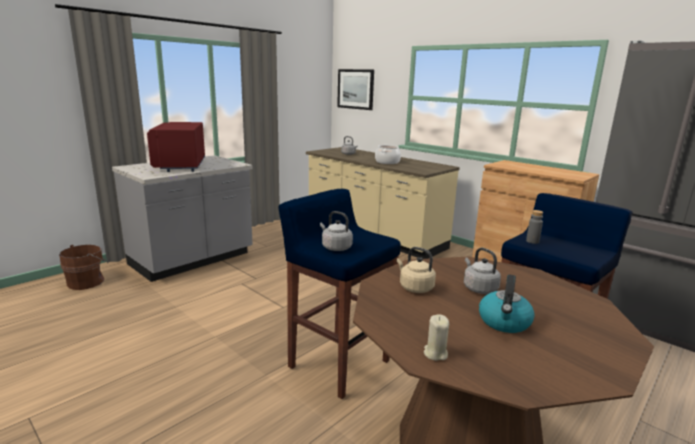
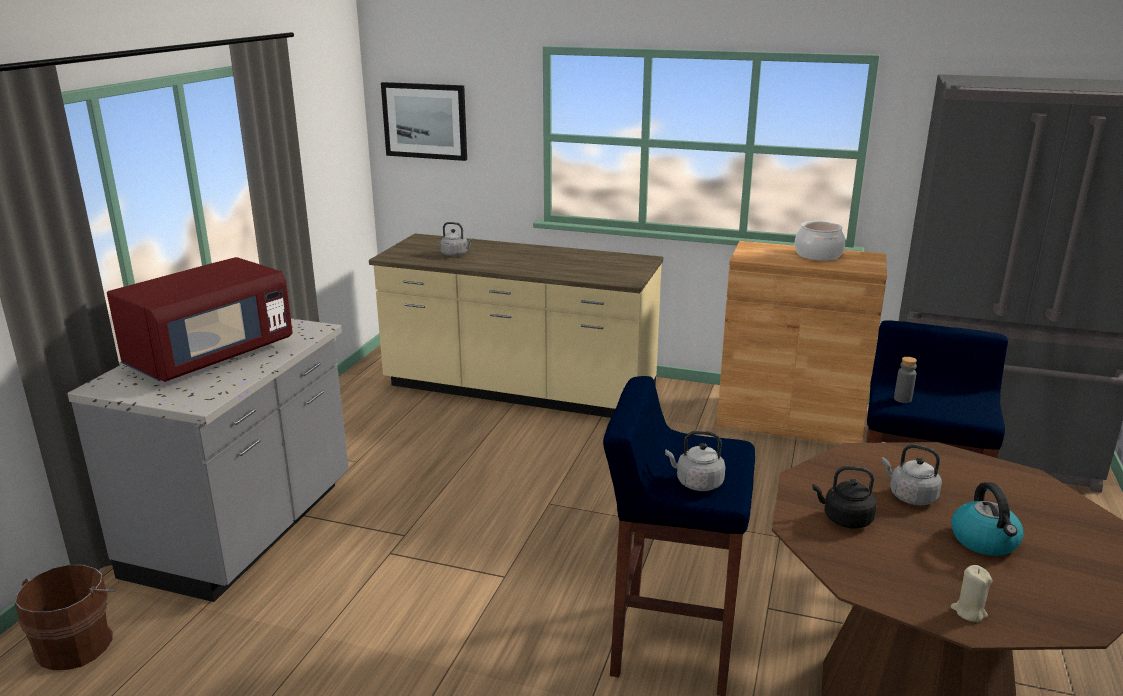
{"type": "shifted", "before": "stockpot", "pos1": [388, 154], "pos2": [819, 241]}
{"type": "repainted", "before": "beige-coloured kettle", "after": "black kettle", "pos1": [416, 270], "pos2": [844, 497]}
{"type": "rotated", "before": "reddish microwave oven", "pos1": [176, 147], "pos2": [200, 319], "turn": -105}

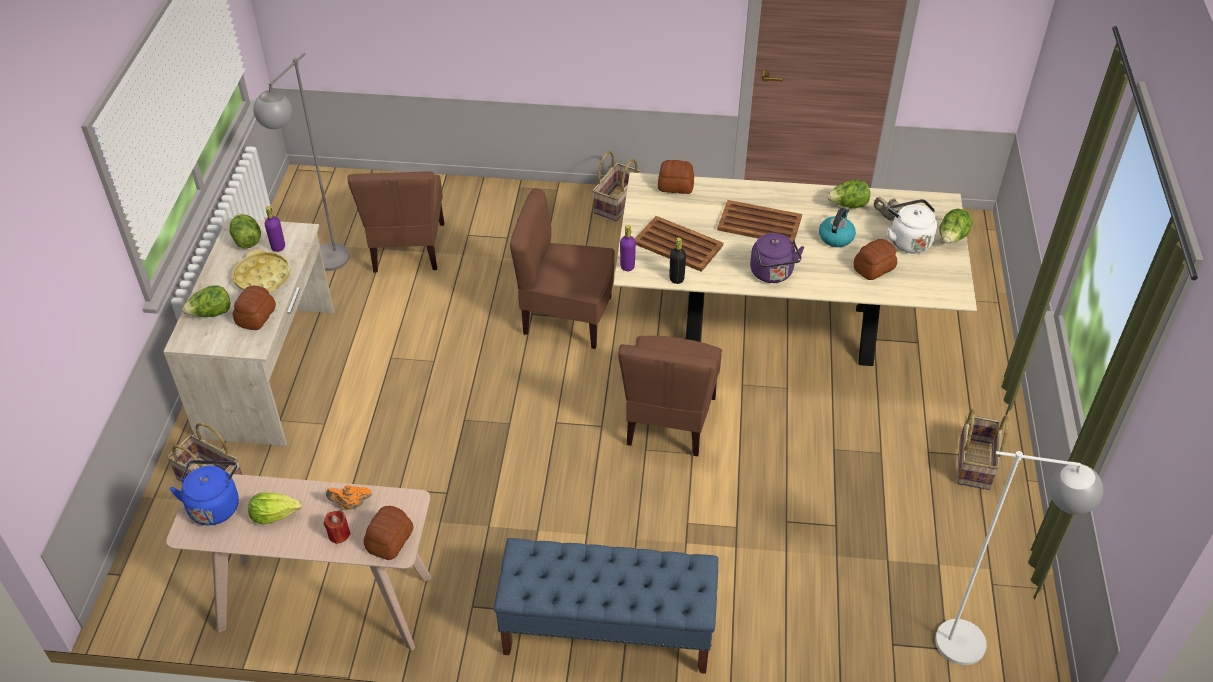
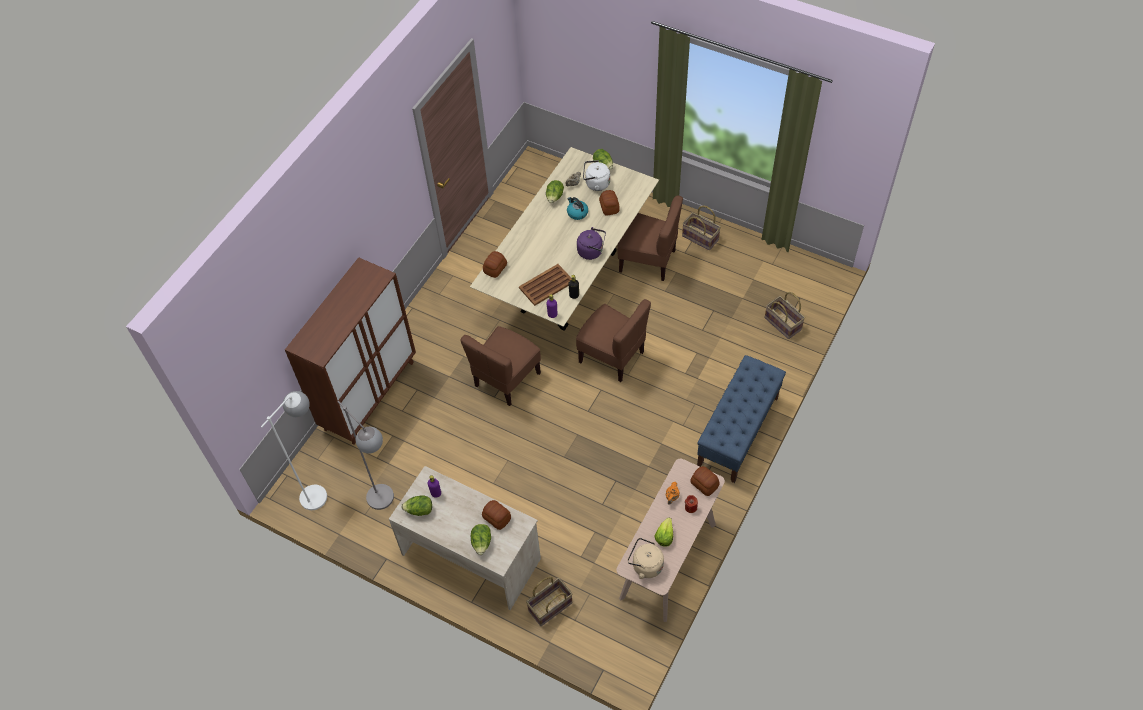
{"type": "gone", "before": "yellow-coloured tray", "pos1": [261, 271]}
{"type": "gone", "before": "brownish tray", "pos1": [759, 221]}
{"type": "new", "after": "brownish storage cabinet", "pos2": [350, 350]}
{"type": "shifted", "before": "brownish upright chair", "pos1": [396, 222], "pos2": [650, 238]}
{"type": "shifted", "before": "basket", "pos1": [616, 186], "pos2": [785, 315]}
{"type": "shifted", "before": "white floor lamp", "pos1": [1019, 558], "pos2": [294, 450]}
{"type": "repainted", "before": "blue kettle", "after": "beige-coloured kettle", "pos1": [204, 492], "pos2": [646, 558]}

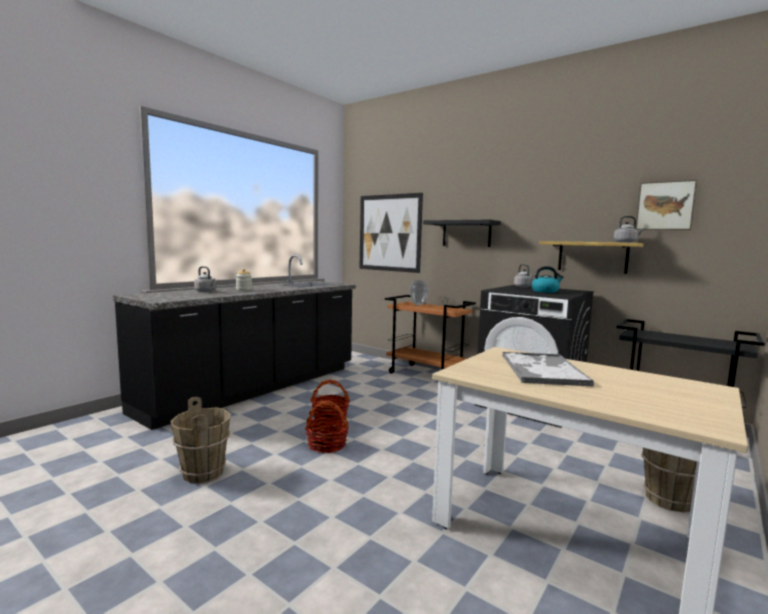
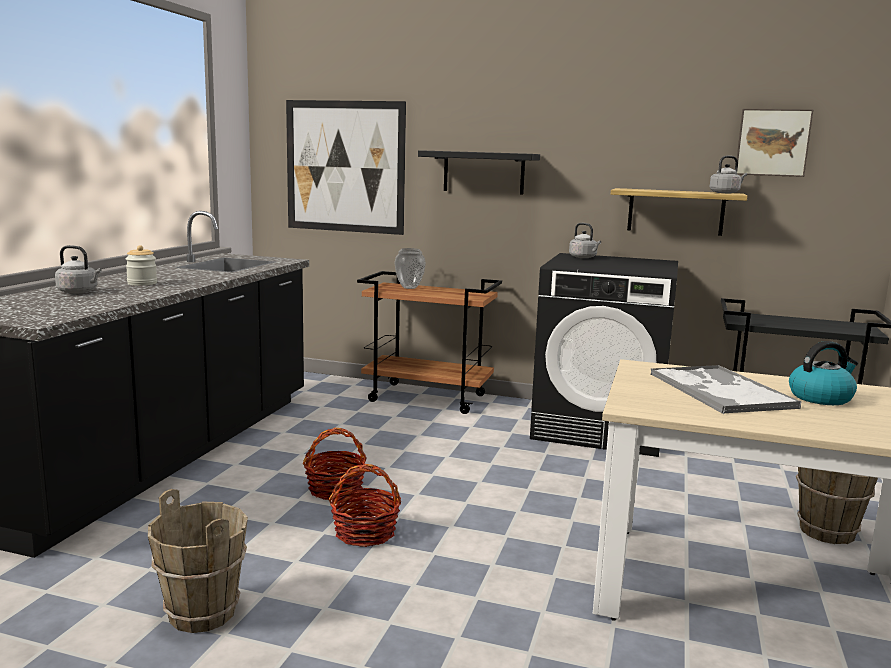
{"type": "shifted", "before": "kettle", "pos1": [547, 279], "pos2": [823, 373]}

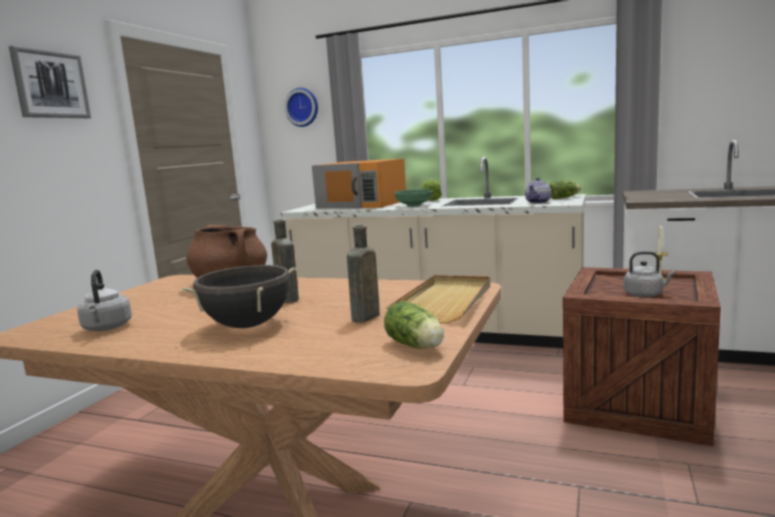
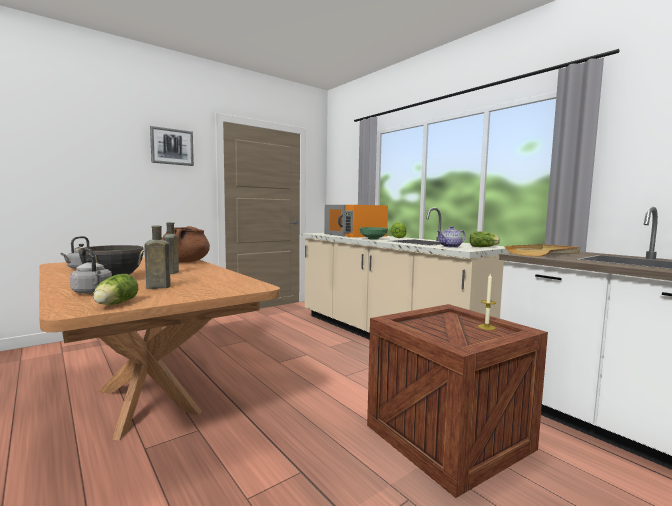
{"type": "gone", "before": "hanging clock", "pos1": [301, 107]}
{"type": "shifted", "before": "beige-coloured tray", "pos1": [438, 299], "pos2": [542, 250]}
{"type": "shifted", "before": "gray kettle", "pos1": [649, 274], "pos2": [91, 271]}

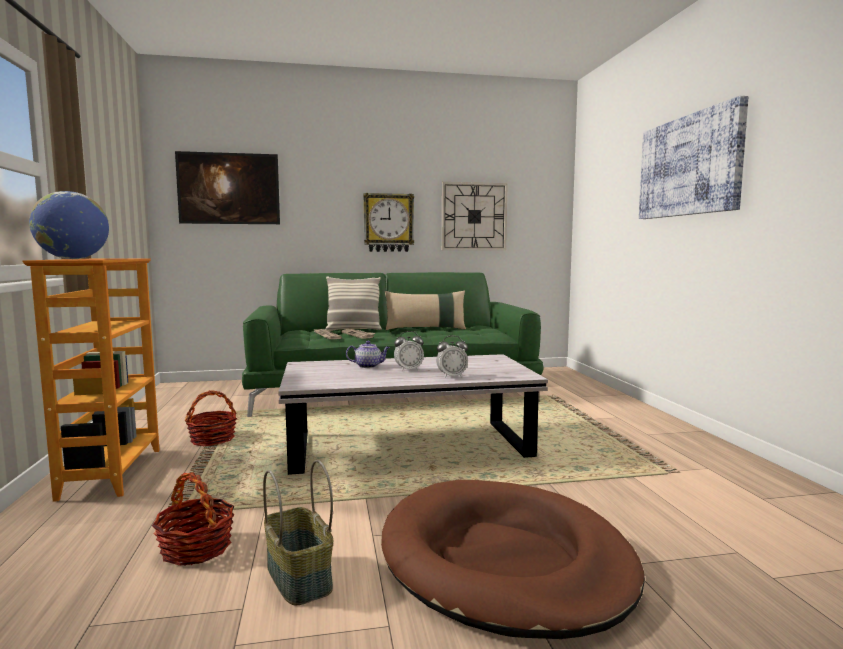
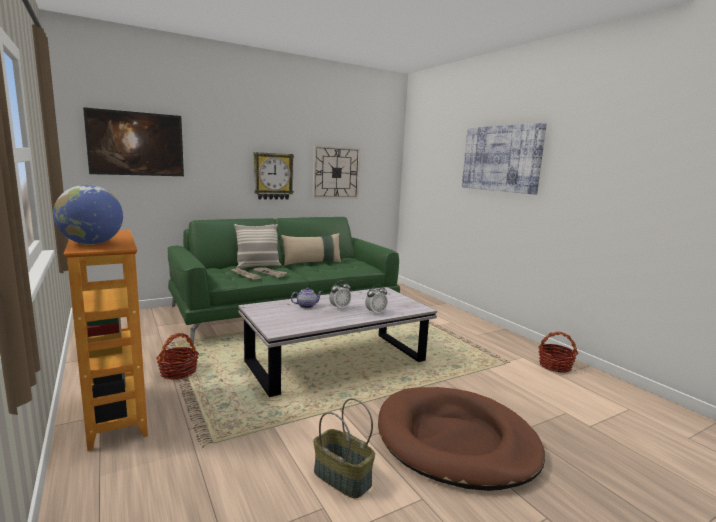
{"type": "shifted", "before": "basket", "pos1": [193, 519], "pos2": [558, 352]}

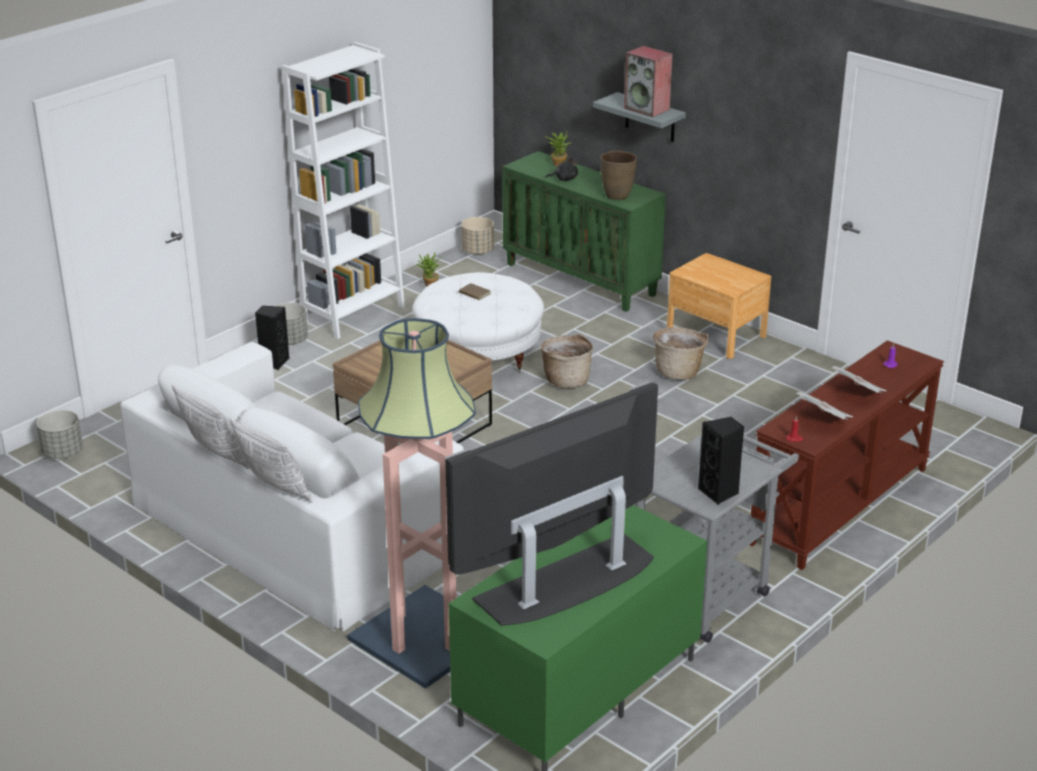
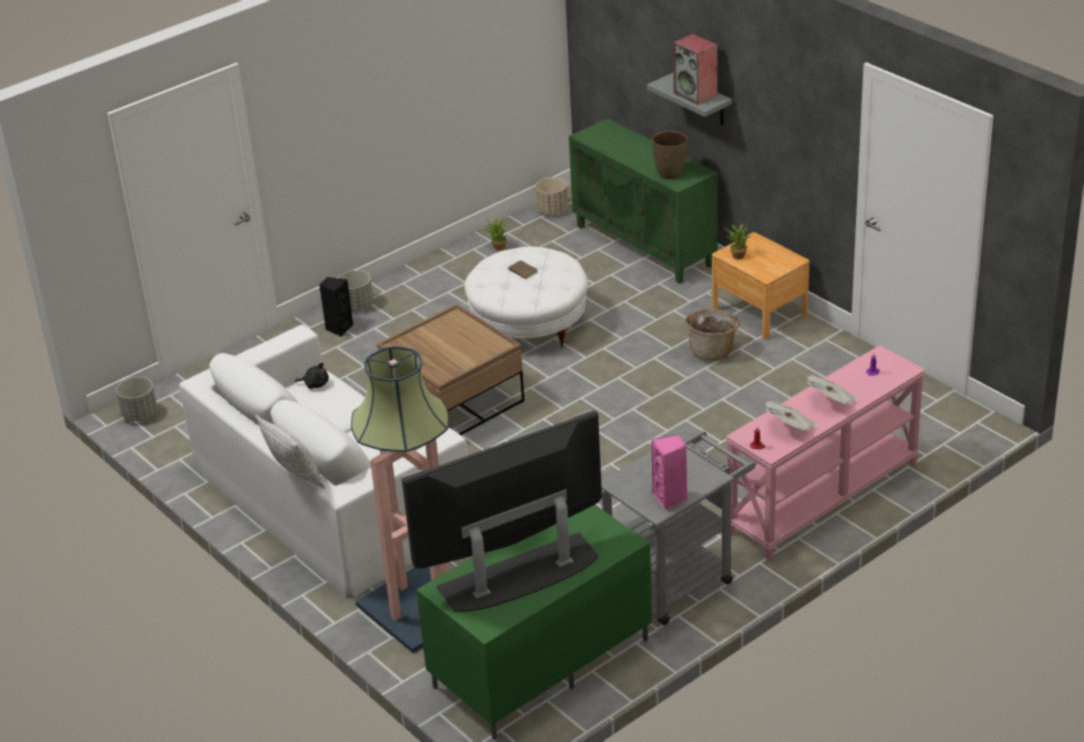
{"type": "gone", "before": "pillow", "pos1": [210, 427]}
{"type": "gone", "before": "white bookcase", "pos1": [343, 190]}
{"type": "gone", "before": "basket", "pos1": [567, 361]}
{"type": "shifted", "before": "potted plant", "pos1": [558, 149], "pos2": [738, 242]}
{"type": "shifted", "before": "black plush toy", "pos1": [562, 169], "pos2": [312, 376]}
{"type": "repainted", "before": "black loudspeaker", "after": "pink-coloured loudspeaker", "pos1": [721, 461], "pos2": [669, 472]}
{"type": "repainted", "before": "brownish hall table", "after": "pink-coloured hall table", "pos1": [847, 455], "pos2": [825, 453]}

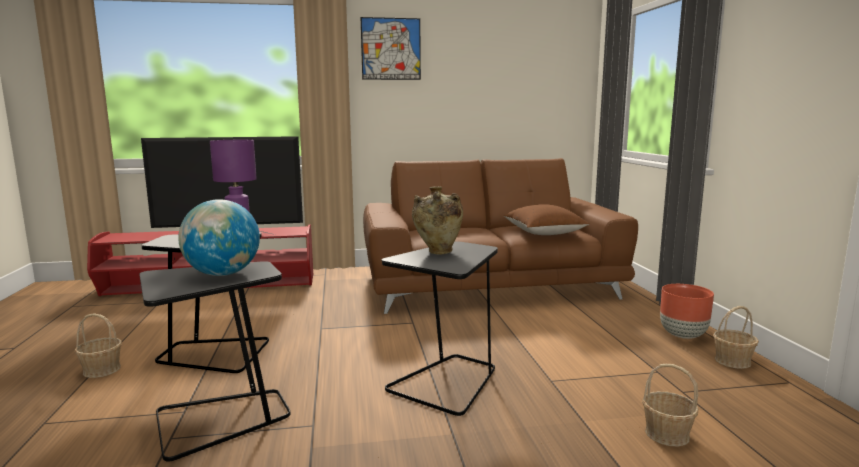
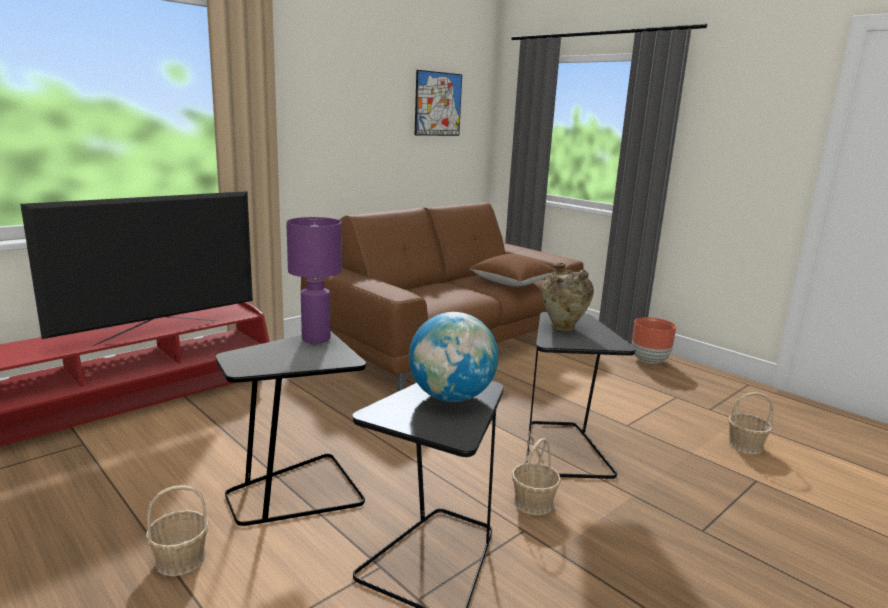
{"type": "shifted", "before": "picture", "pos1": [391, 48], "pos2": [438, 103]}
{"type": "shifted", "before": "basket", "pos1": [736, 337], "pos2": [536, 476]}

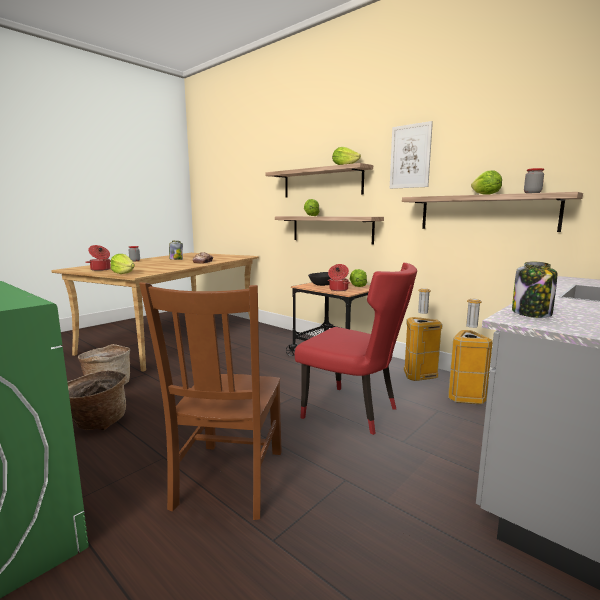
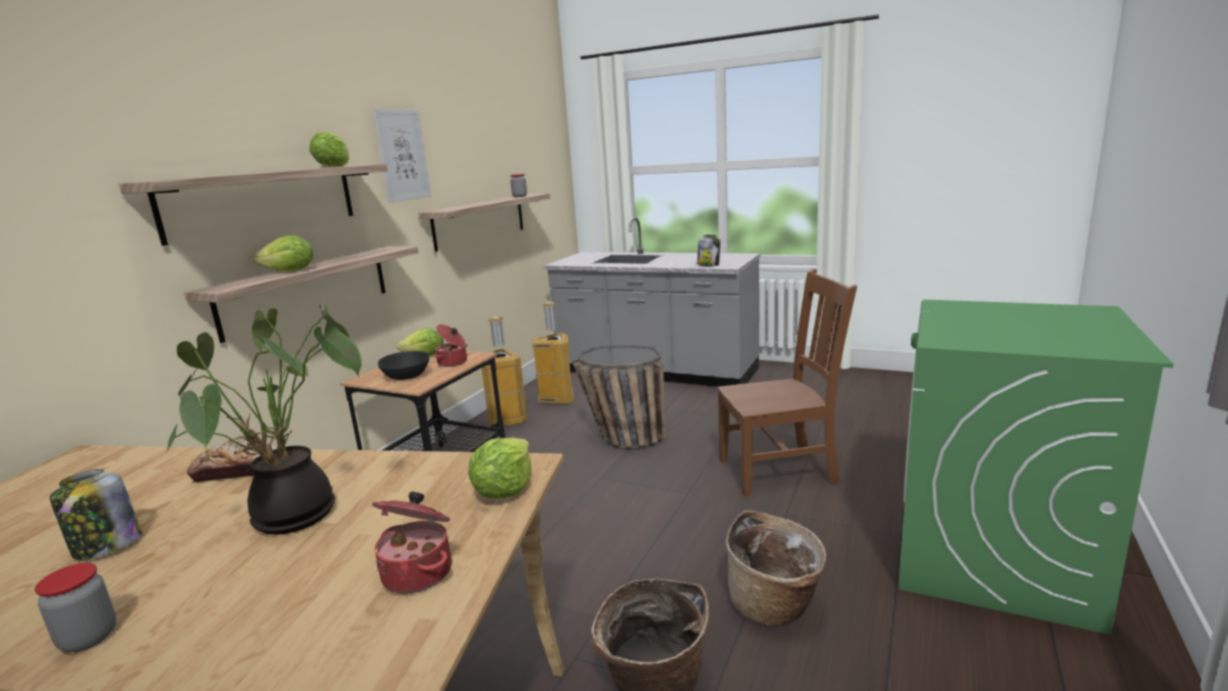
{"type": "gone", "before": "lettuce head", "pos1": [486, 182]}
{"type": "new", "after": "potted plant", "pos2": [263, 420]}
{"type": "swapped", "before": "reddish upright chair", "after": "basket", "pos1": [356, 349], "pos2": [619, 398]}

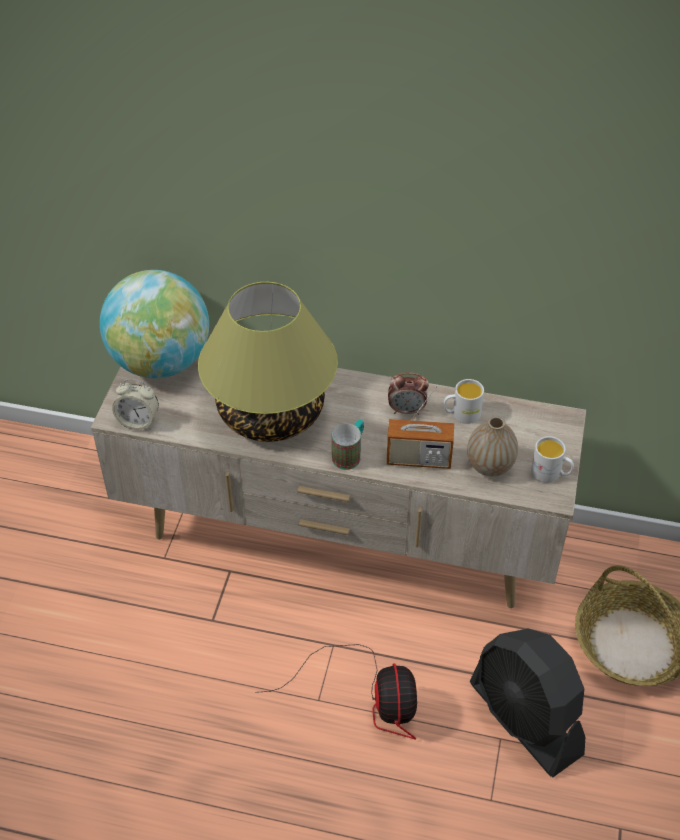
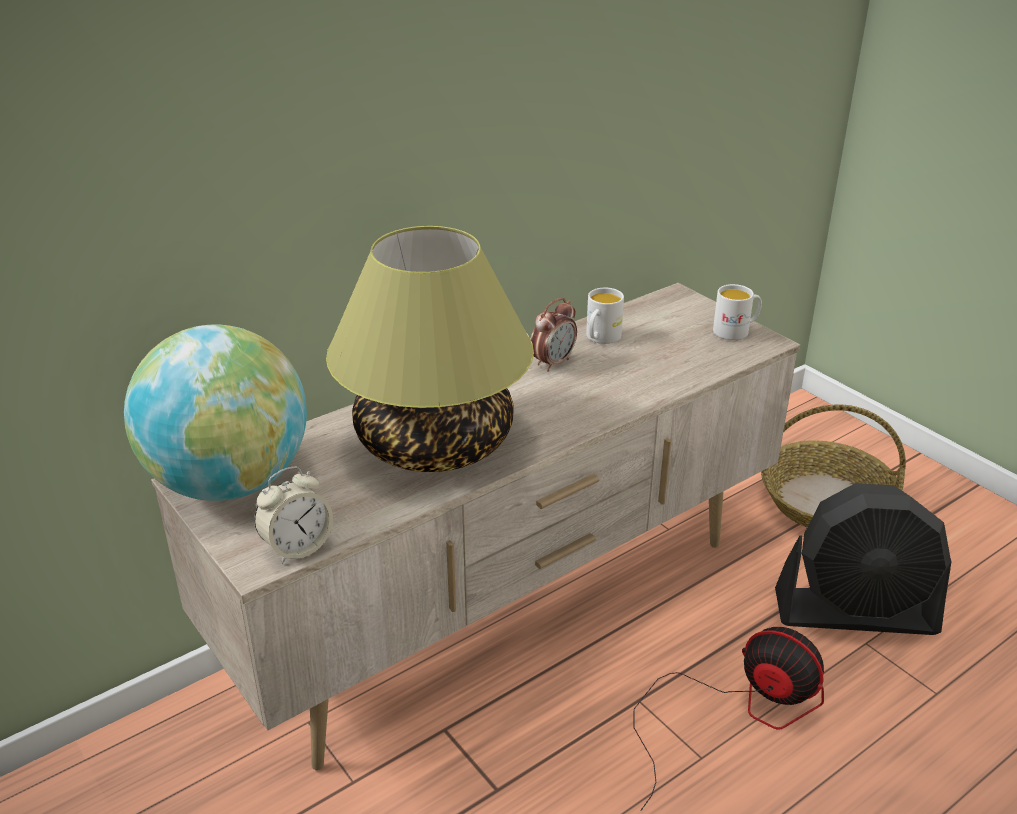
{"type": "gone", "before": "mug", "pos1": [348, 444]}
{"type": "gone", "before": "radio receiver", "pos1": [420, 427]}
{"type": "gone", "before": "flower vase", "pos1": [492, 446]}

